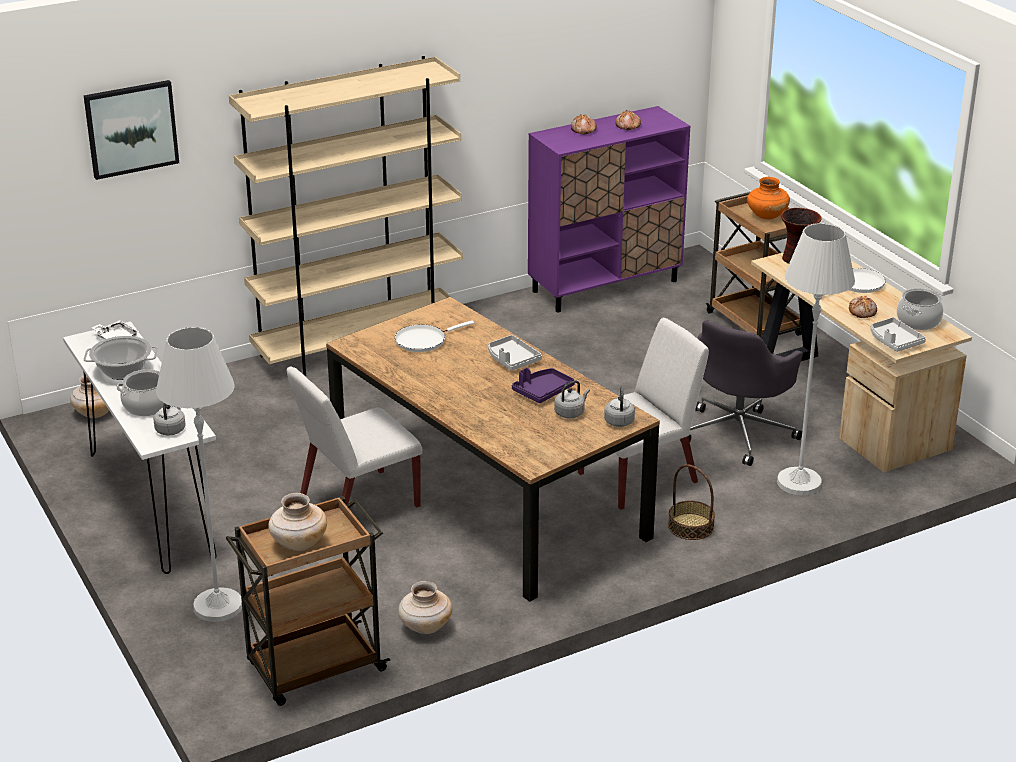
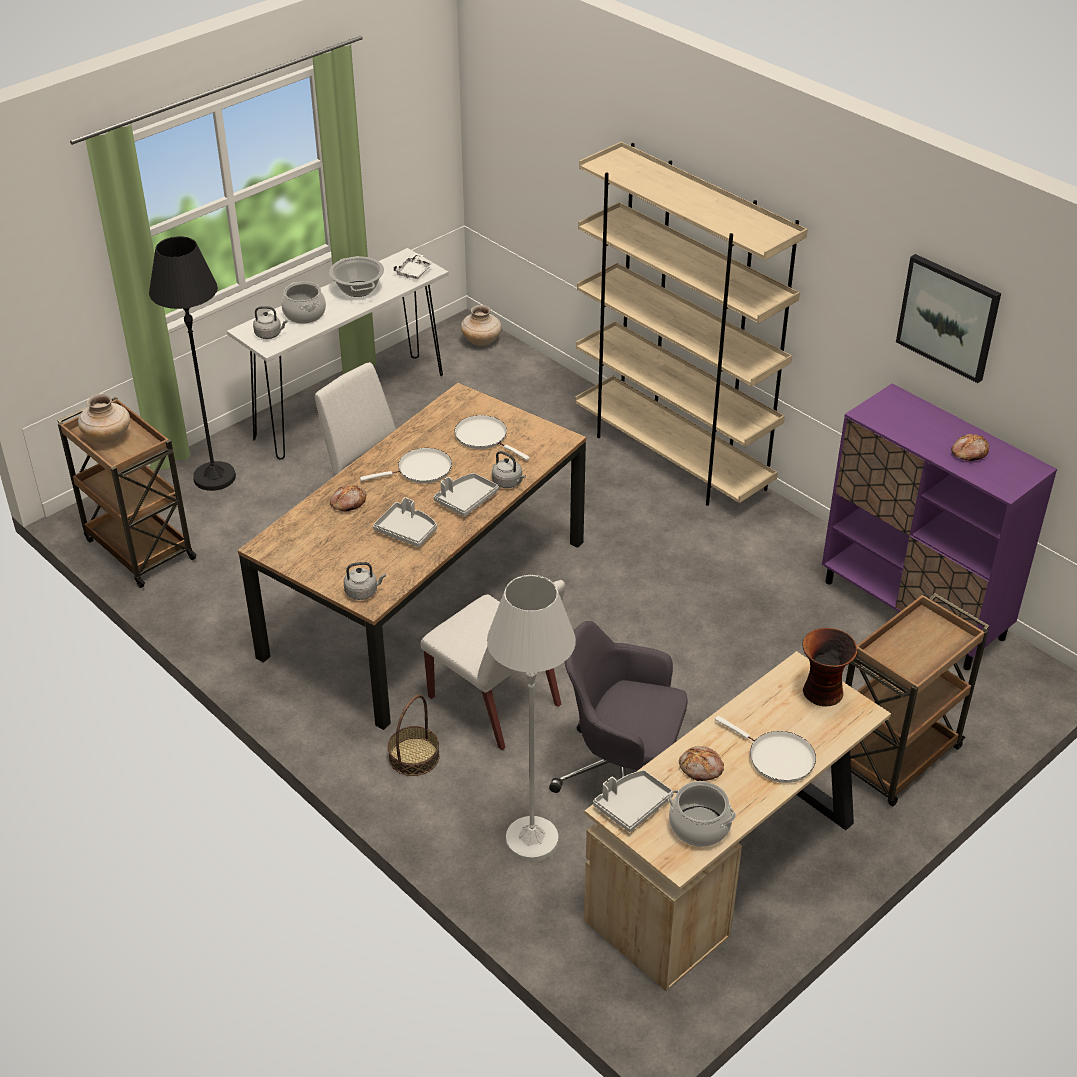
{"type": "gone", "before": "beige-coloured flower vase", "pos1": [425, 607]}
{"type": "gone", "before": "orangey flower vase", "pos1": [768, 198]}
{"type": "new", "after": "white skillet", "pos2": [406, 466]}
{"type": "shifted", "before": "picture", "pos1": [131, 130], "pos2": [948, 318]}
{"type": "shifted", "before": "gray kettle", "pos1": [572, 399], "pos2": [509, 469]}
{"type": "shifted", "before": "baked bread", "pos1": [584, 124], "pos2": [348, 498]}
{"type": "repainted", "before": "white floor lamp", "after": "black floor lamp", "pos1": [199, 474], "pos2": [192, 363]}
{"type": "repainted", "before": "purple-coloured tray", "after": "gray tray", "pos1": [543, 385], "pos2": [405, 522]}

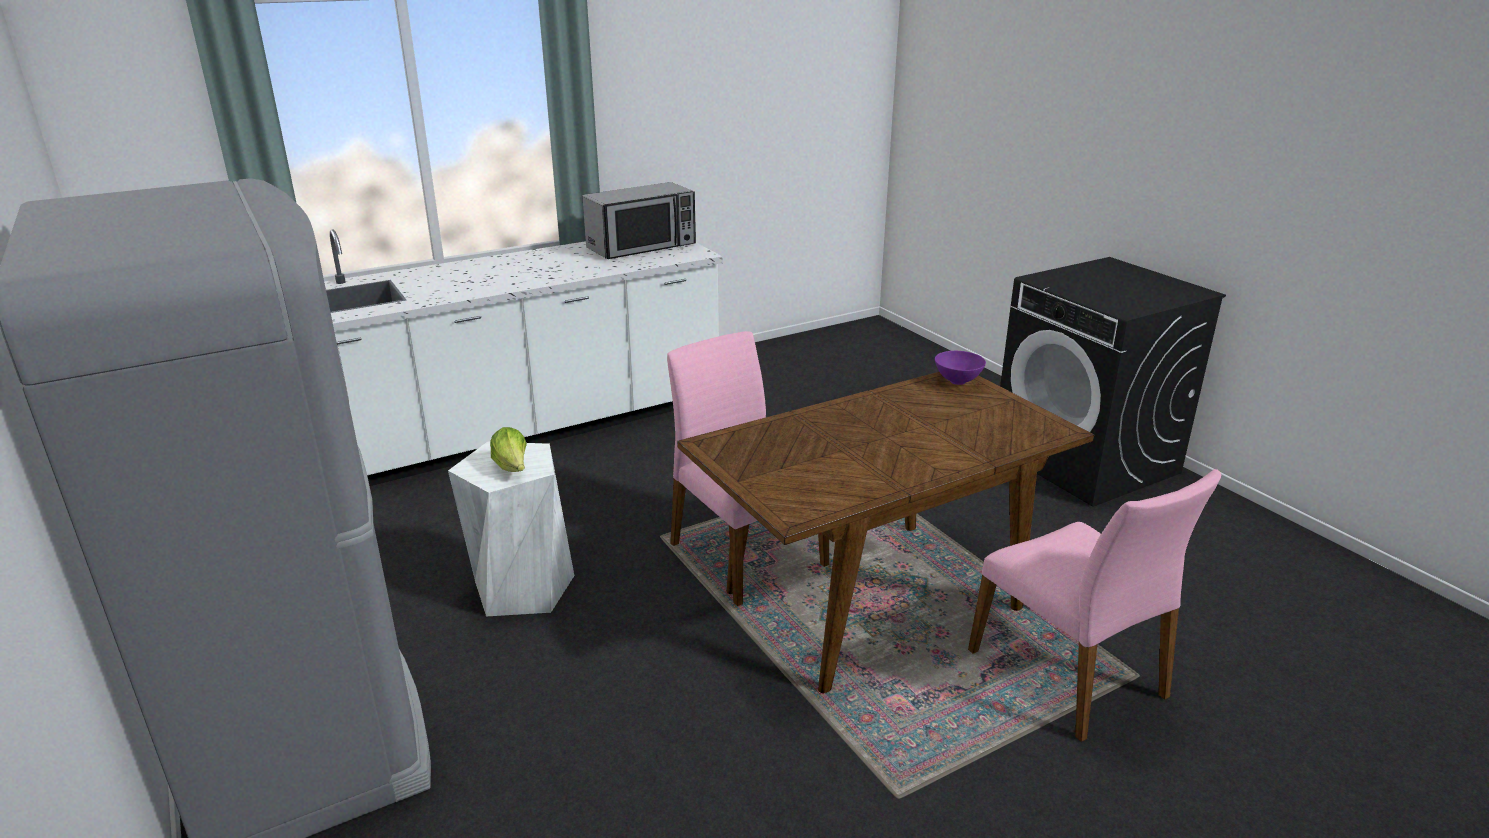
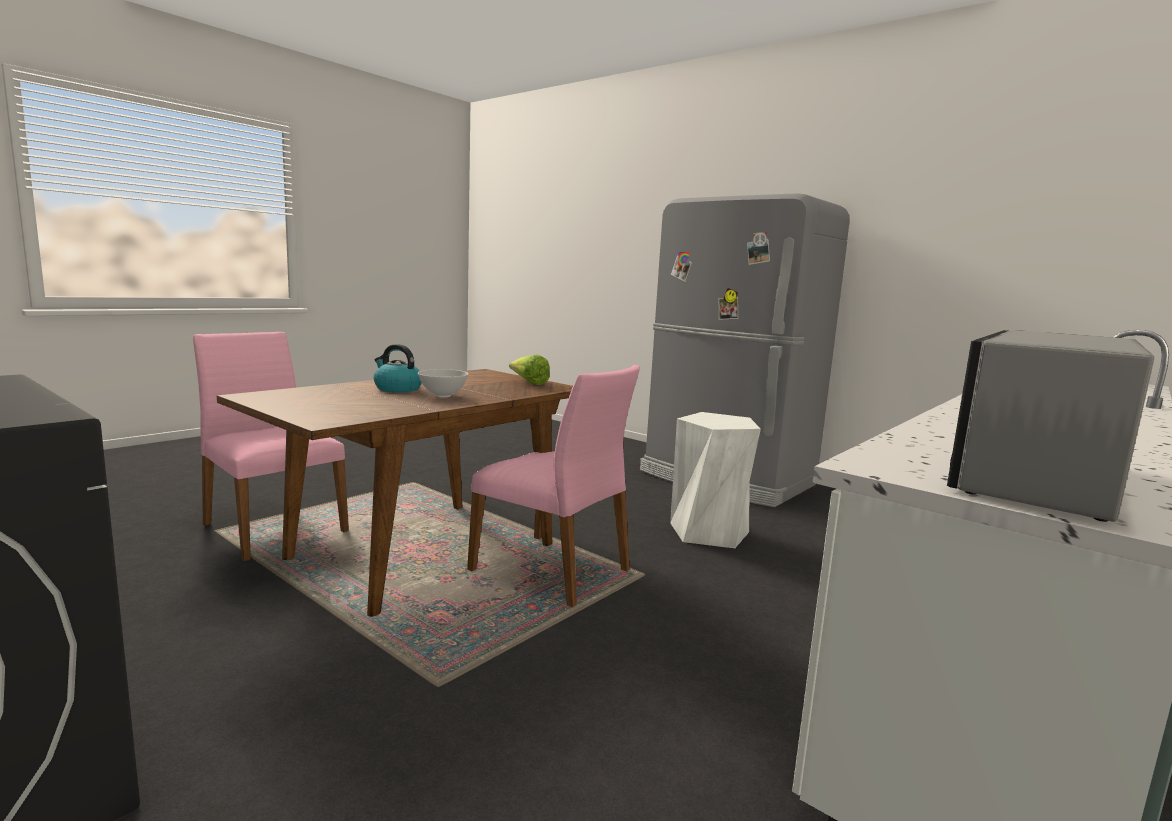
{"type": "gone", "before": "purple-coloured bowl", "pos1": [960, 368]}
{"type": "new", "after": "kettle", "pos2": [398, 368]}
{"type": "new", "after": "white bowl", "pos2": [443, 383]}
{"type": "shifted", "before": "lettuce head", "pos1": [508, 449], "pos2": [529, 370]}

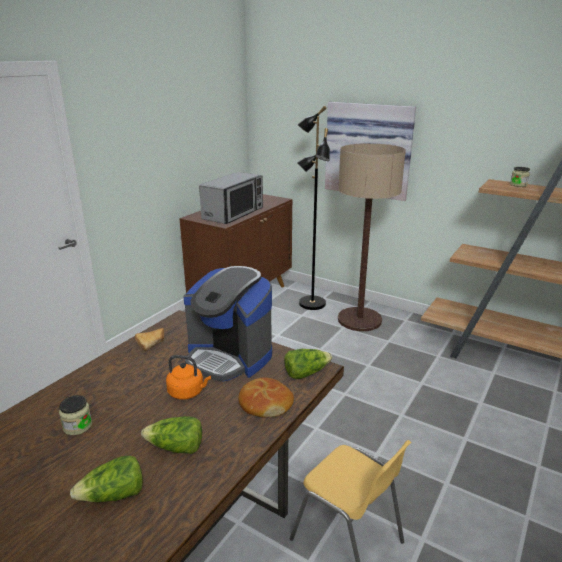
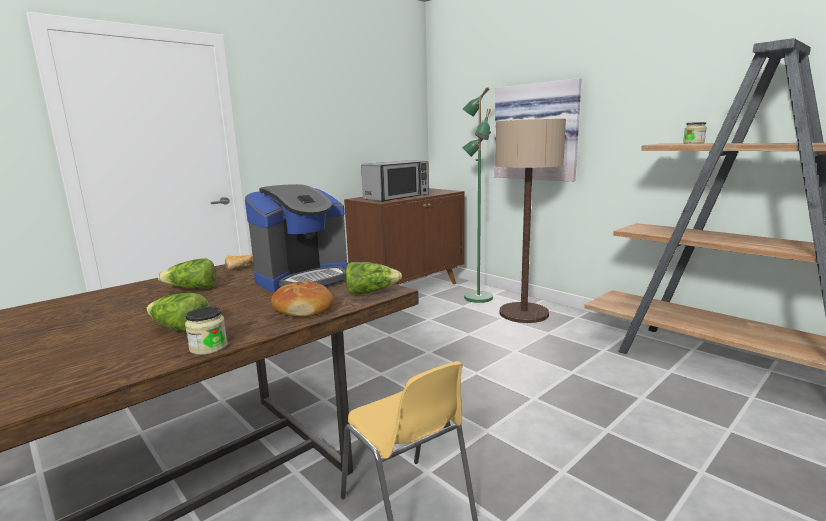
{"type": "gone", "before": "orangey kettle", "pos1": [188, 377]}
{"type": "shifted", "before": "preserve jar", "pos1": [75, 415], "pos2": [206, 330]}
{"type": "shifted", "before": "lettuce head", "pos1": [106, 478], "pos2": [187, 273]}
{"type": "repainted", "before": "black floor lamp", "after": "green floor lamp", "pos1": [313, 208], "pos2": [477, 195]}
{"type": "rotated", "before": "coffee brewer", "pos1": [228, 324], "pos2": [296, 238], "turn": -90}

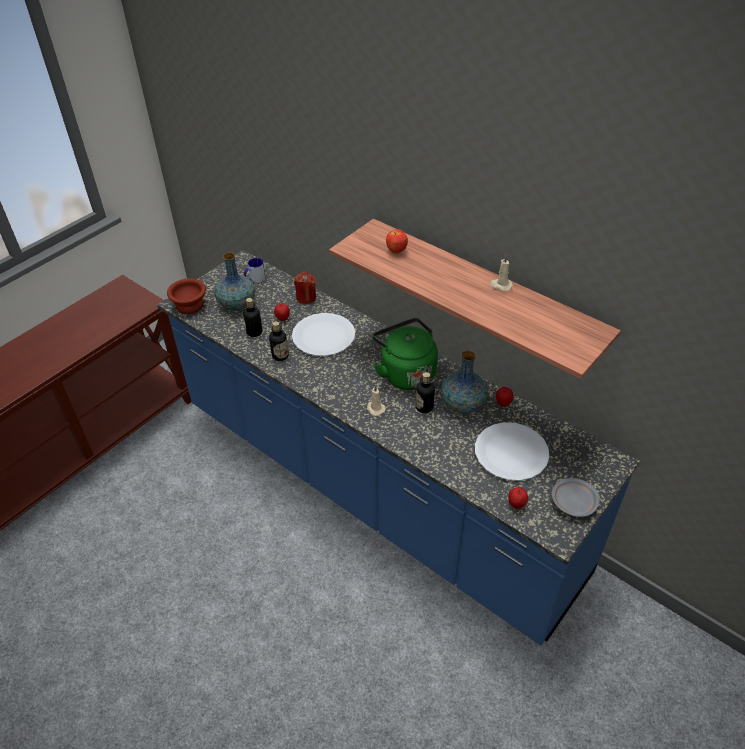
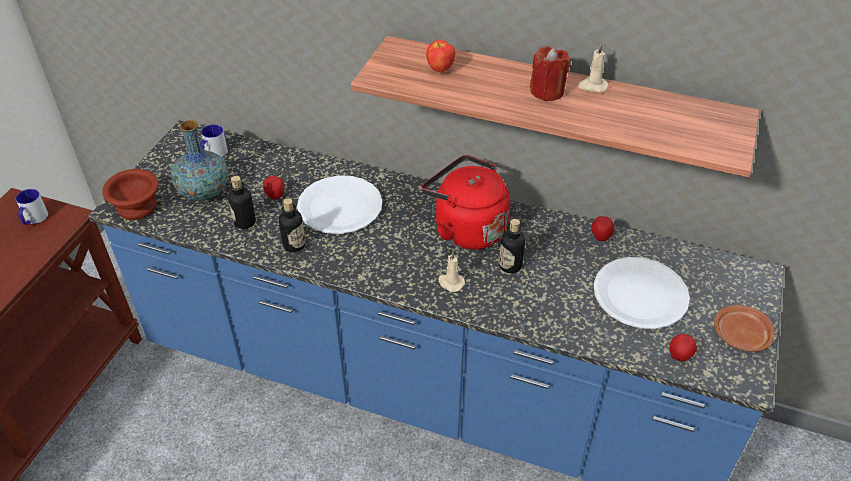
{"type": "gone", "before": "flower vase", "pos1": [464, 382]}
{"type": "new", "after": "mug", "pos2": [32, 207]}
{"type": "shifted", "before": "reddish wax candle", "pos1": [305, 288], "pos2": [550, 73]}
{"type": "repainted", "before": "green kettle", "after": "reddish kettle", "pos1": [405, 354], "pos2": [466, 202]}
{"type": "repainted", "before": "gray plate", "after": "brownish plate", "pos1": [576, 497], "pos2": [744, 328]}

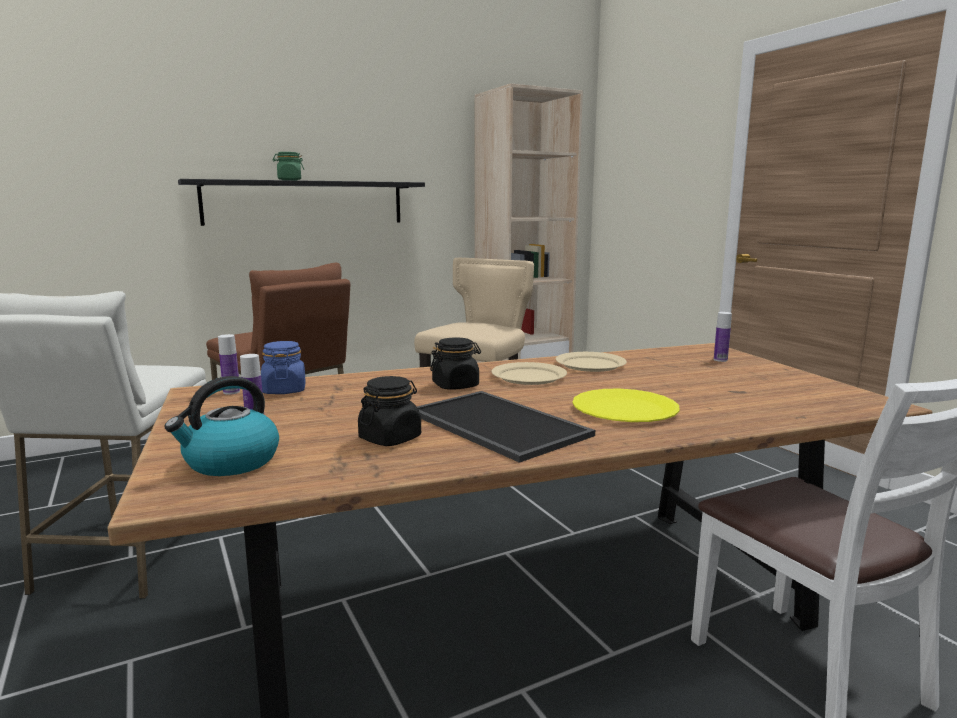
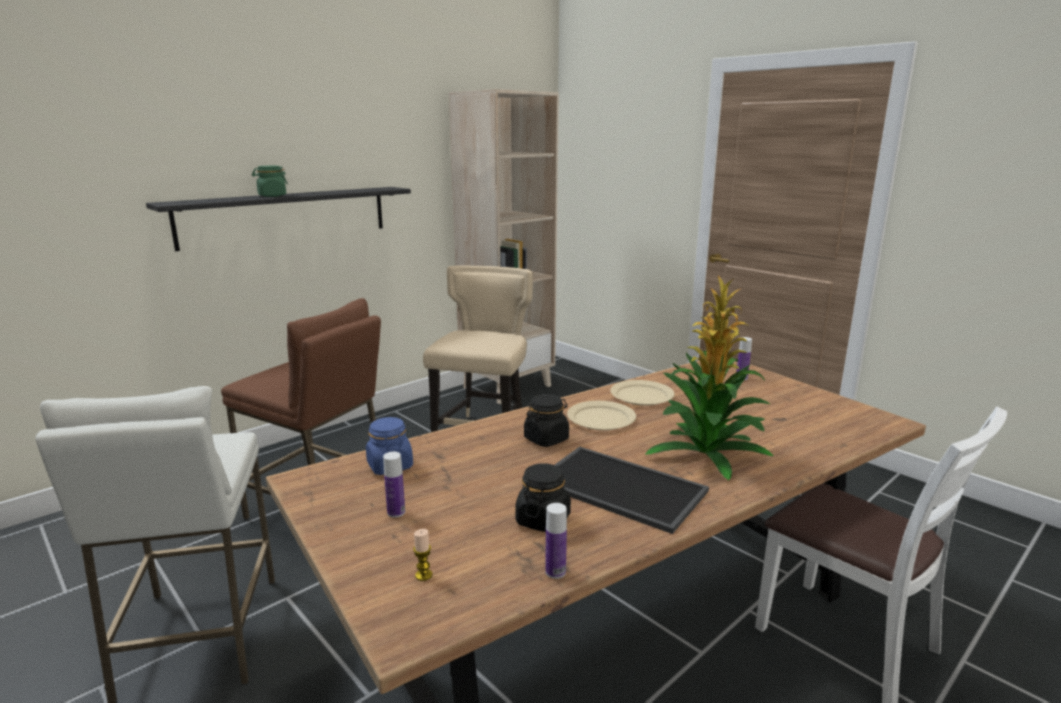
{"type": "shifted", "before": "beverage bottle", "pos1": [229, 364], "pos2": [556, 541]}
{"type": "swapped", "before": "kettle", "after": "wax candle", "pos1": [222, 426], "pos2": [422, 555]}
{"type": "swapped", "before": "yellow-coloured plate", "after": "potted plant", "pos1": [626, 405], "pos2": [709, 377]}

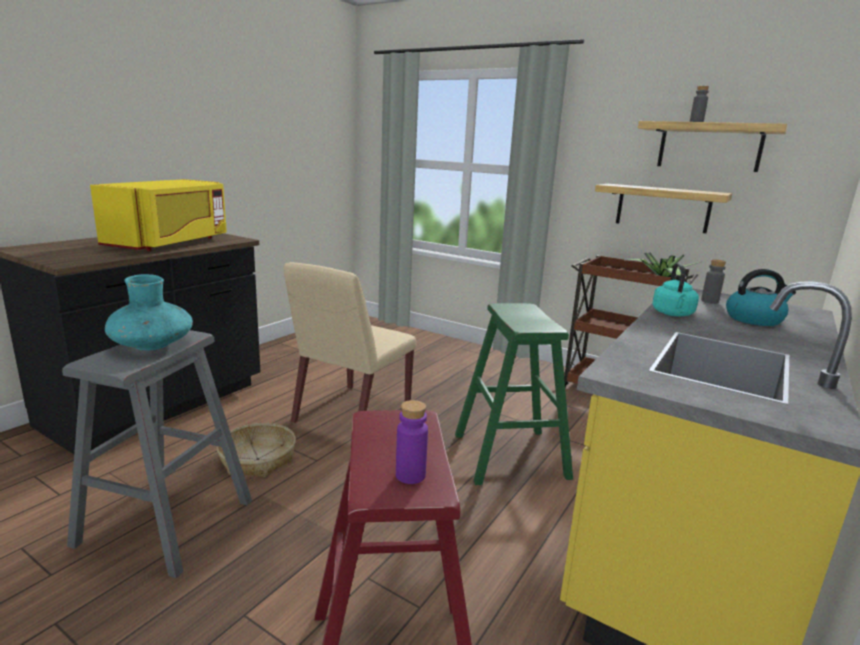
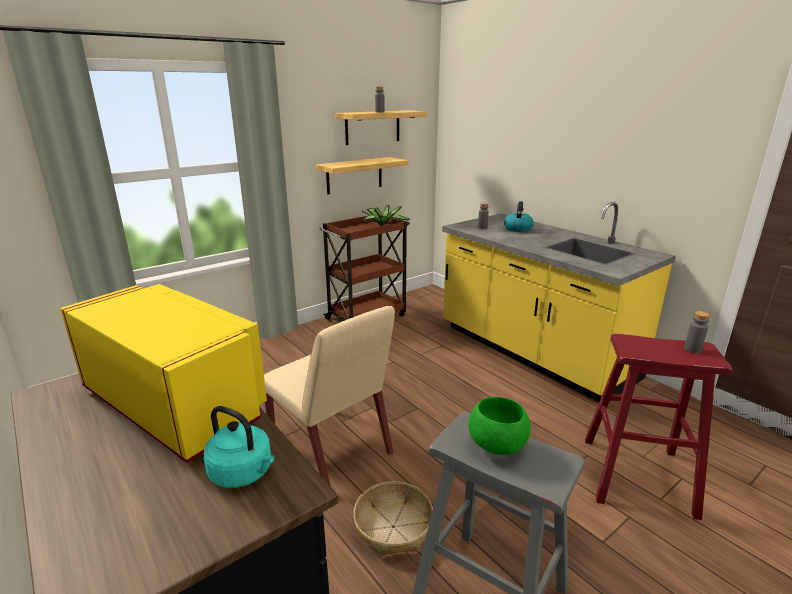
{"type": "gone", "before": "green sitting stool", "pos1": [514, 394]}
{"type": "shifted", "before": "turquoise kettle", "pos1": [675, 290], "pos2": [239, 447]}
{"type": "swapped", "before": "turquoise flower vase", "after": "green bowl", "pos1": [149, 312], "pos2": [499, 426]}
{"type": "repainted", "before": "purple-coloured beverage bottle", "after": "gray beverage bottle", "pos1": [412, 442], "pos2": [697, 332]}

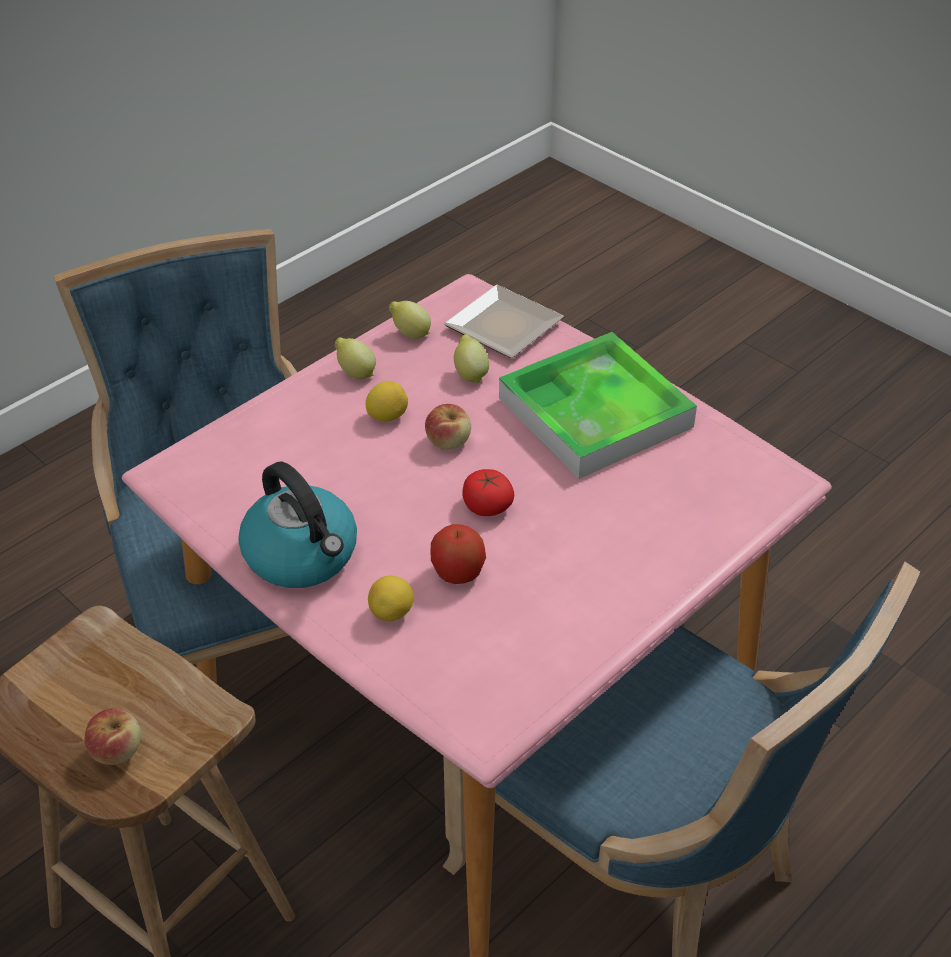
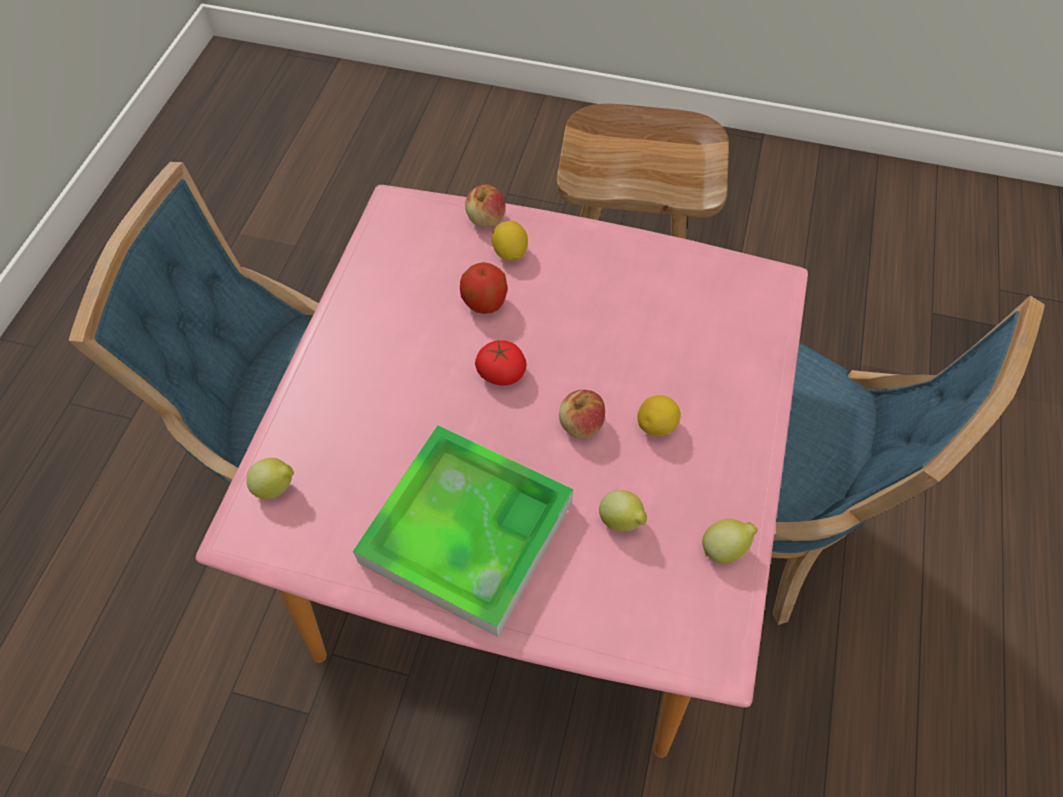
{"type": "gone", "before": "kettle", "pos1": [297, 525]}
{"type": "gone", "before": "plate", "pos1": [504, 321]}
{"type": "shifted", "before": "apple fruit", "pos1": [112, 736], "pos2": [485, 206]}
{"type": "shifted", "before": "lemon", "pos1": [355, 358], "pos2": [270, 478]}

